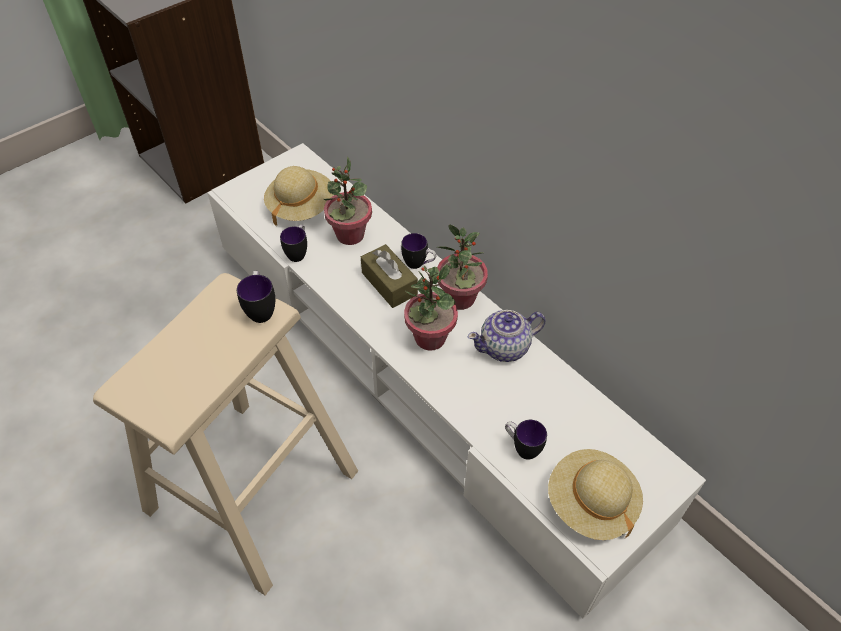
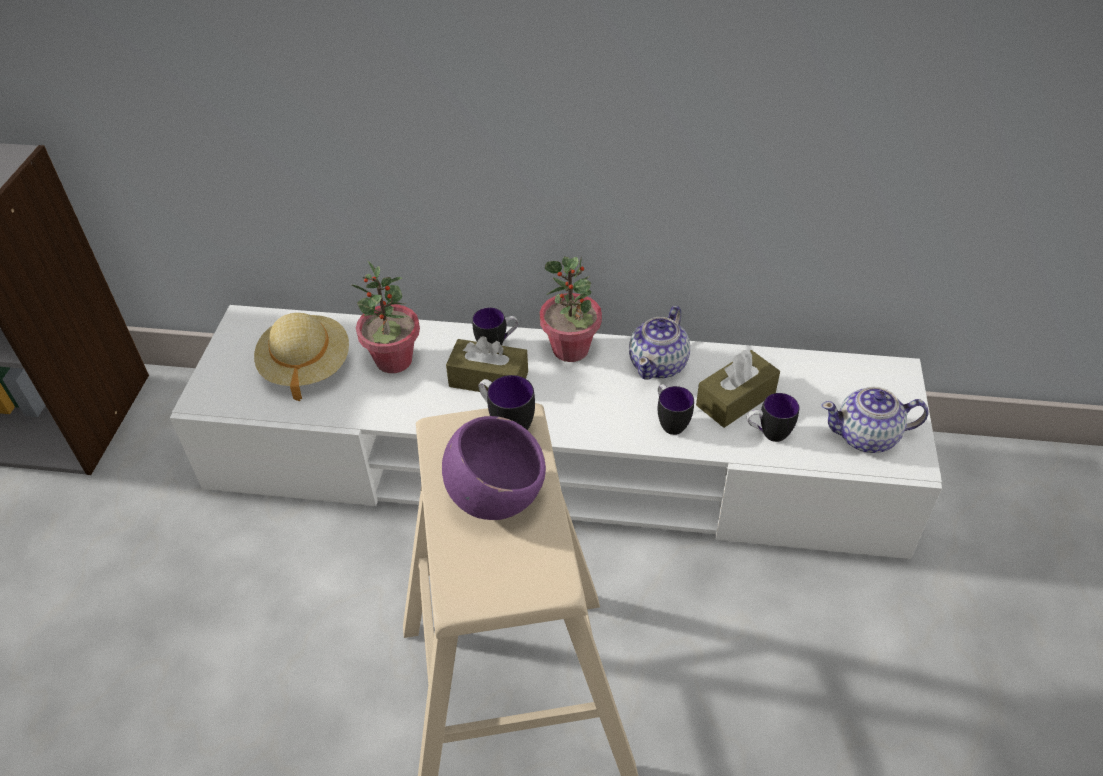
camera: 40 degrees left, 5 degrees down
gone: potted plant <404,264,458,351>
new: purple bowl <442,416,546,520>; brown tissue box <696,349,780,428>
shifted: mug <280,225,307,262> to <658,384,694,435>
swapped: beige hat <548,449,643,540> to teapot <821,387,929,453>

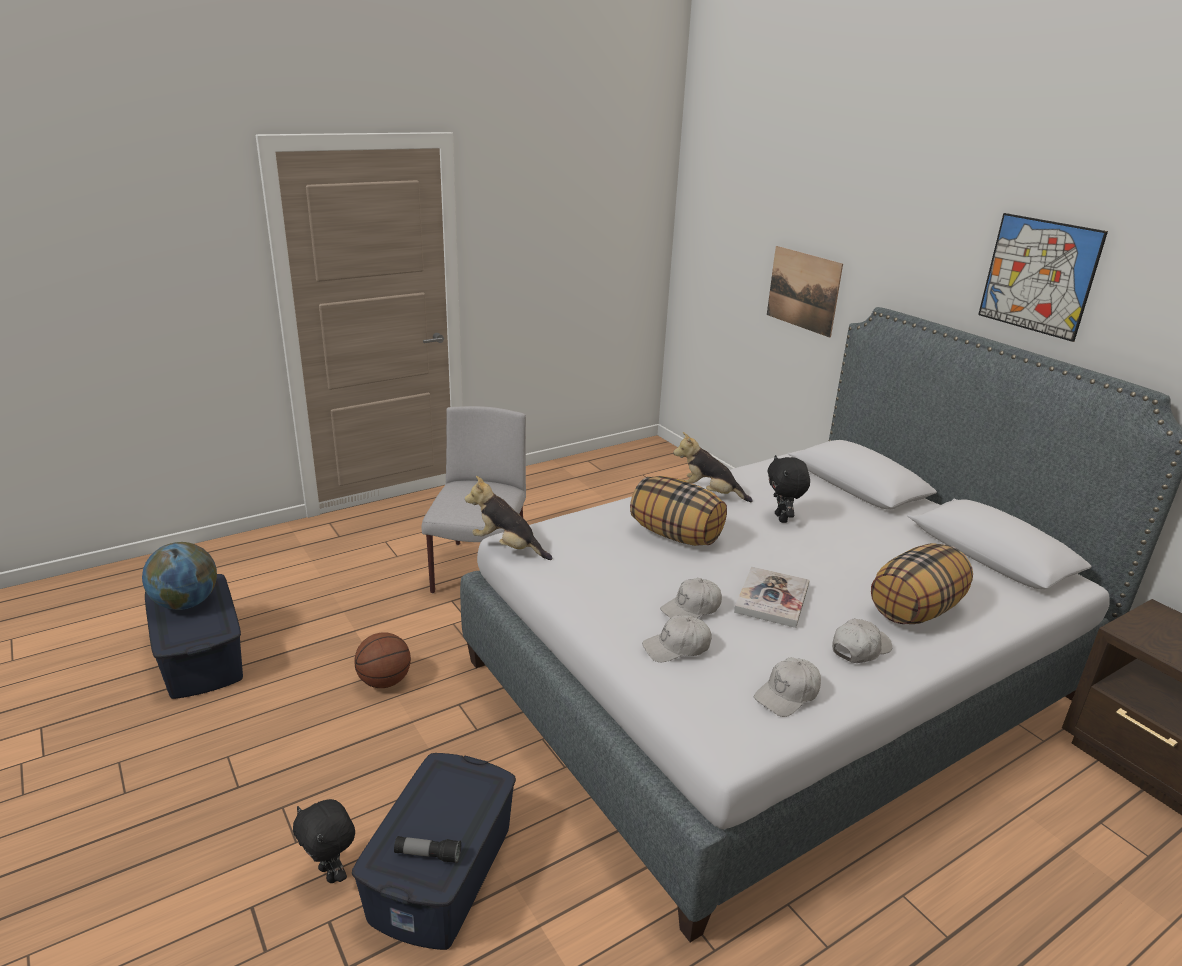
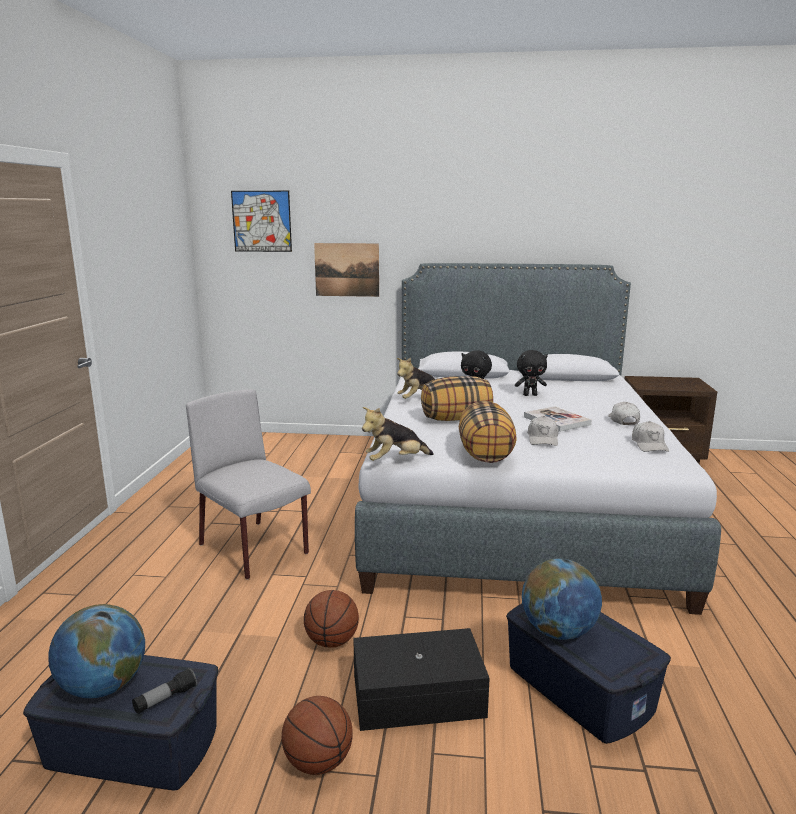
camera: 50 degrees left, 10 degrees down
gone: white cap <642,615,712,662>
new: basketball <282,696,353,775>; black storage box <353,628,490,731>; globe <522,559,602,640>
shifted: black plush toy <293,799,355,883> to <515,350,548,396>; flashlight <394,836,461,863> to <132,668,197,714>; pillow <871,543,973,624> to <459,401,517,463>; picture <978,213,1108,342> to <231,191,292,252>

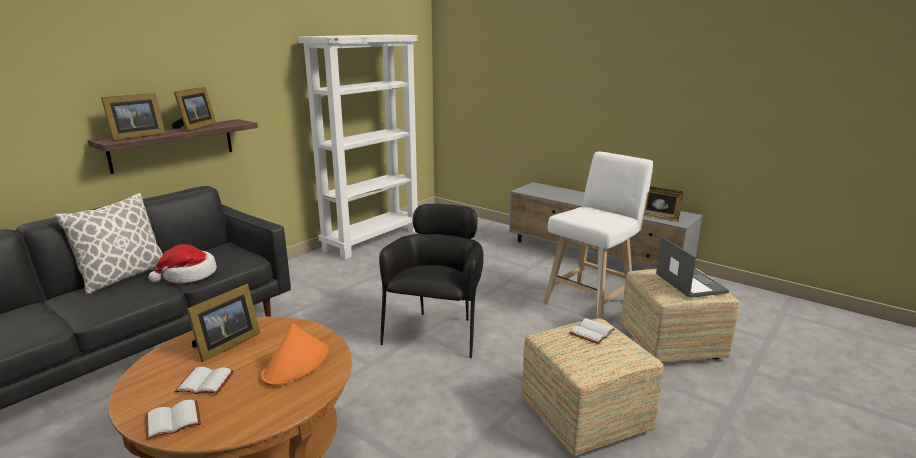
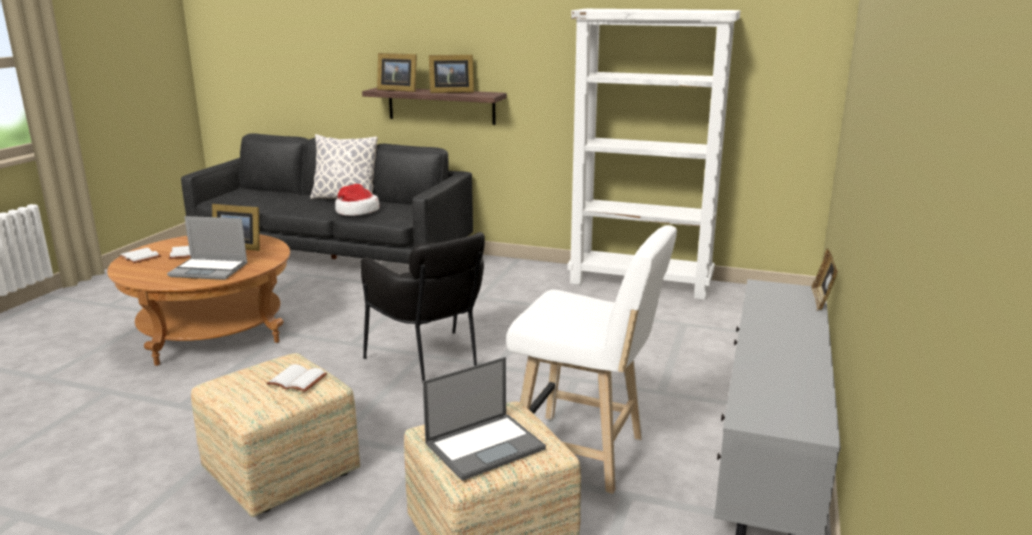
camera: 70 degrees right, 0 degrees up
shifted: picture frame <644,187,684,222> to <811,249,837,311>
swapped: orange hat <261,323,329,386> to laptop <167,216,248,280>
rotated: black armchair <379,204,484,358> = <360,232,485,383> 60 degrees clockwise

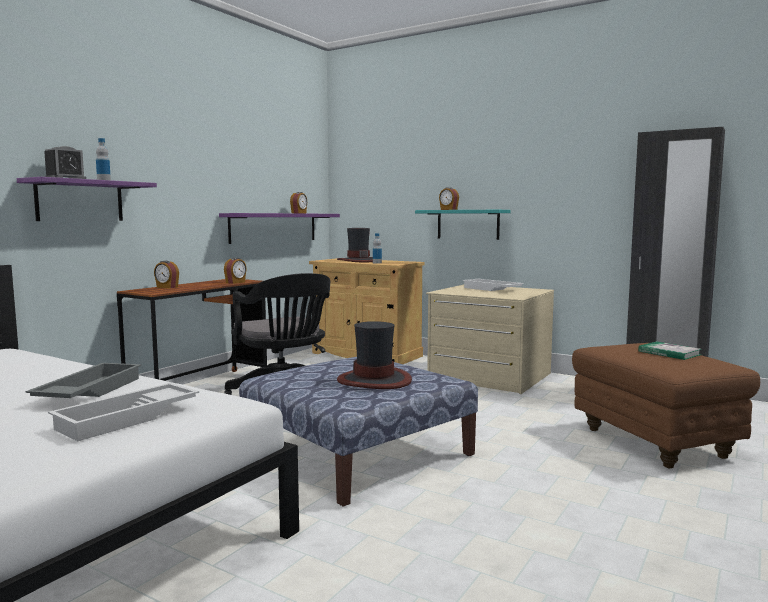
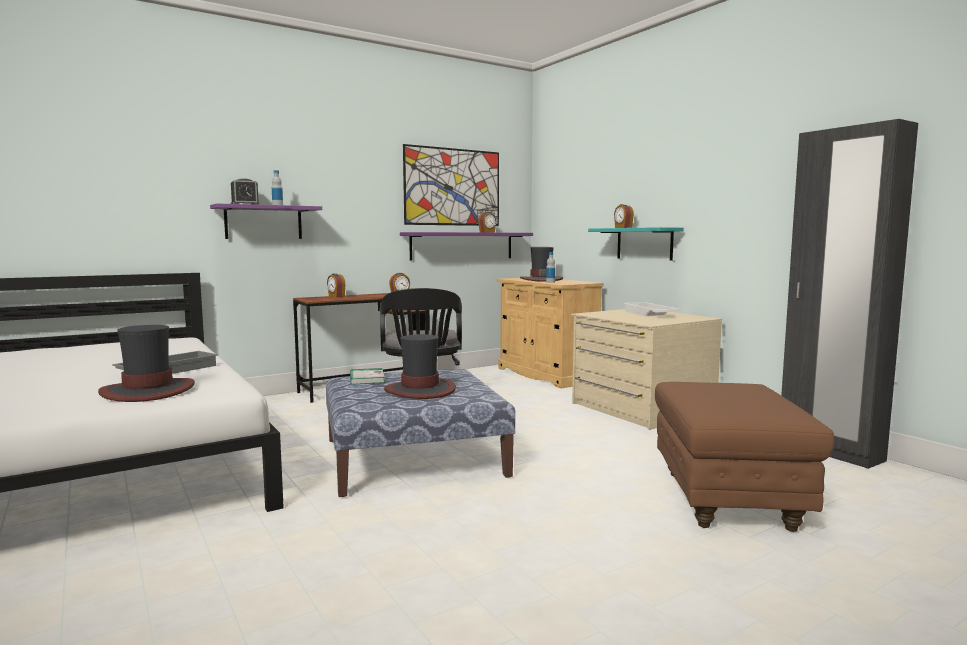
camera: 25 degrees right, 0 degrees up
new: picture <403,144,499,226>
shifted: book <638,341,702,360> to <350,368,385,384>
swapped: white tray <48,383,199,441> to hat <98,325,195,402>

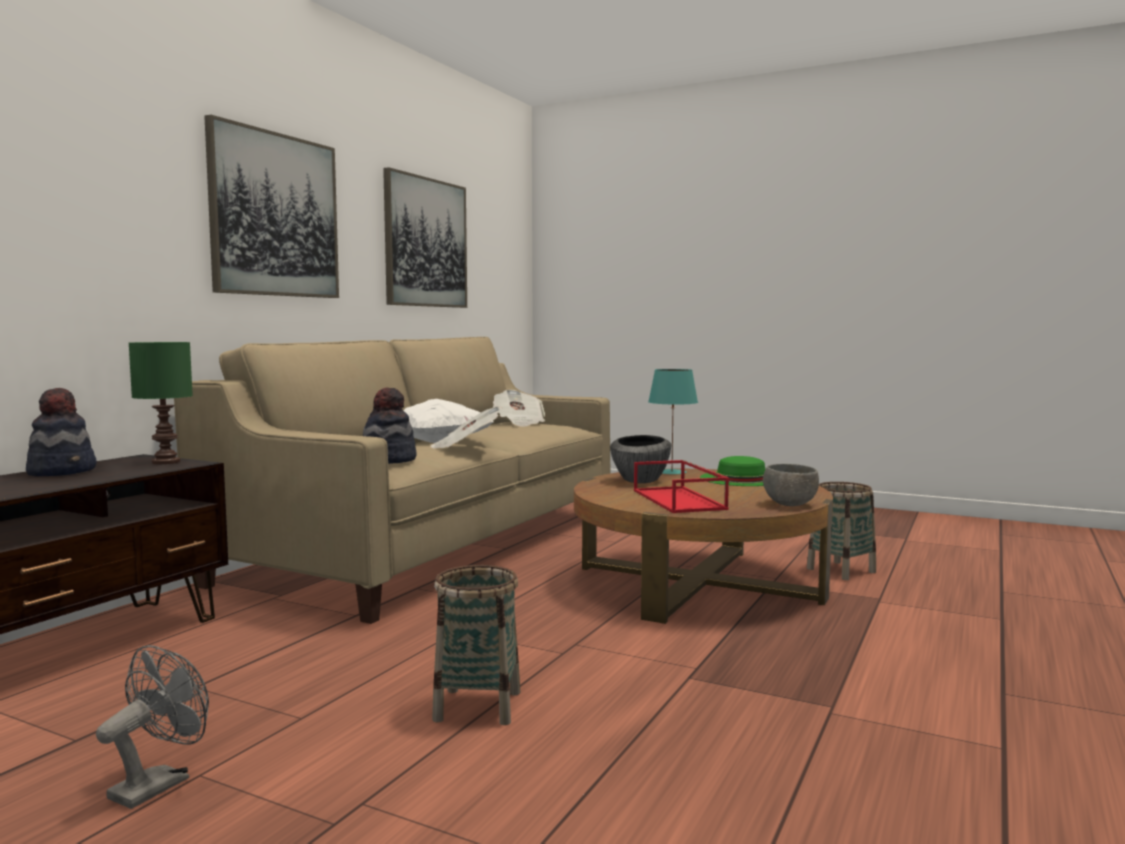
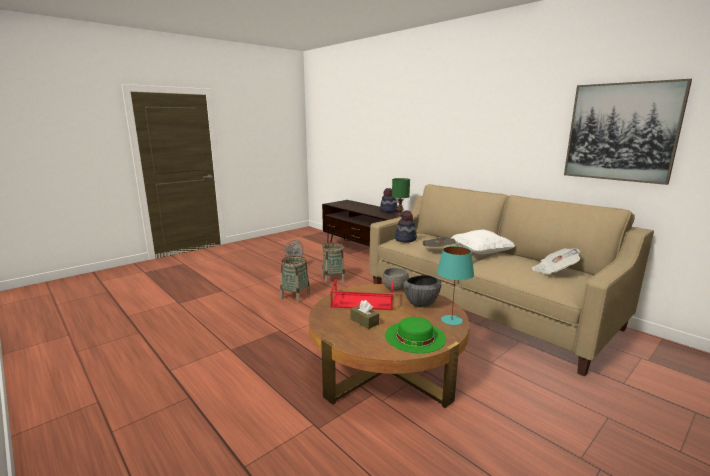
camera: 110 degrees right, 10 degrees up
gone: picture <204,115,339,298>
new: brown tissue box <350,300,379,329>
shifted: grey bowl <763,464,819,506> to <382,268,409,291>; basket <807,482,876,580> to <322,243,345,284>

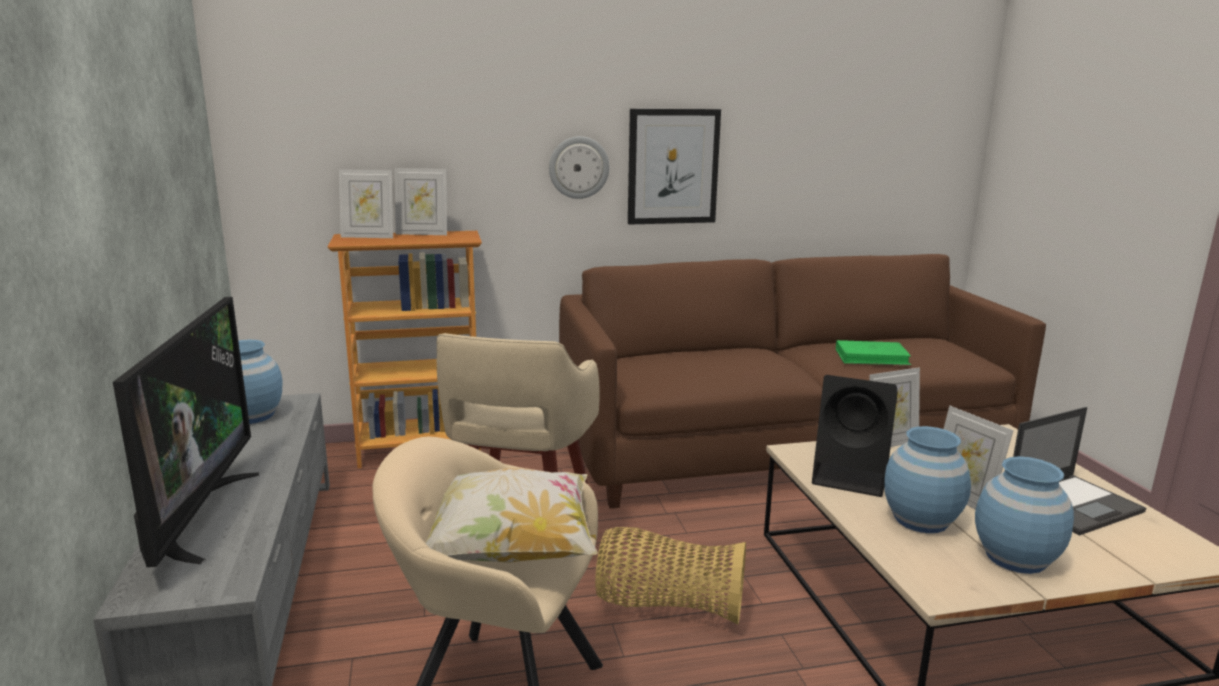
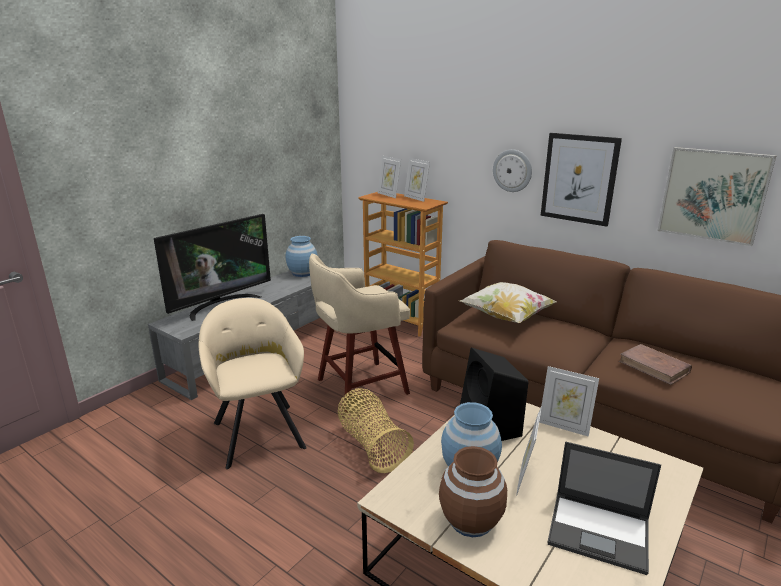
camera: 50 degrees right, 5 degrees up
new: picture <657,147,777,246>
shifted: pillow <425,469,598,563> to <460,282,557,323>
repainted: green book <836,340,911,366> to brown book <619,344,692,385>; blue vase <975,456,1074,574> to brown vase <439,446,507,537>

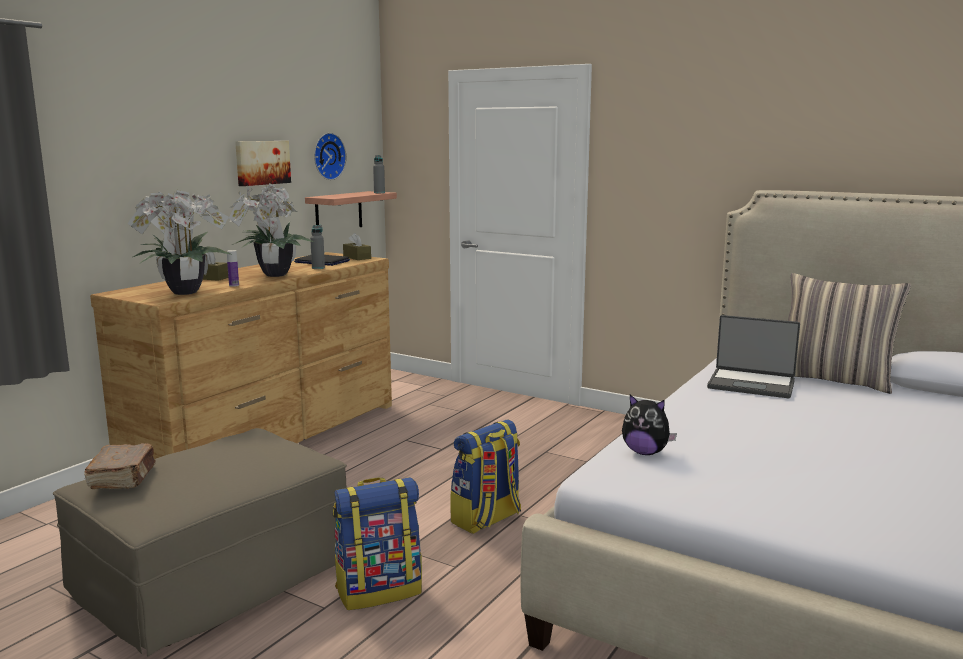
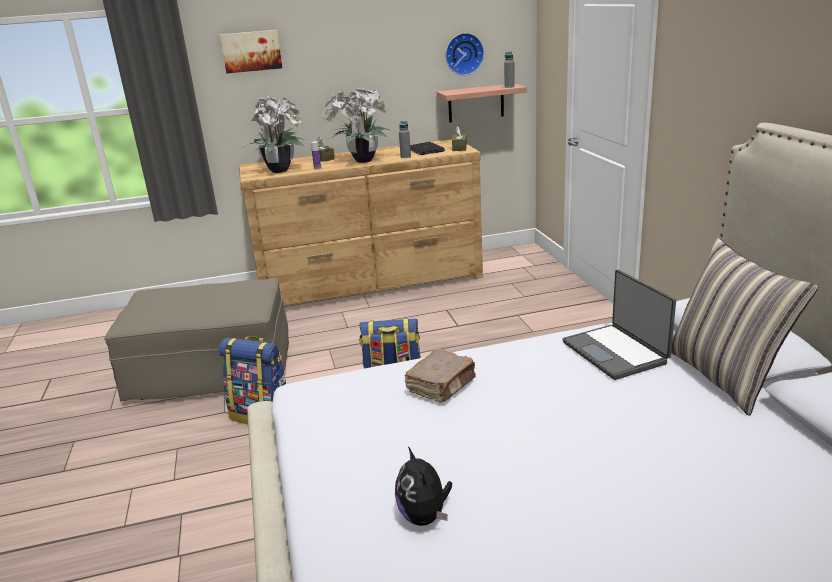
camera: 45 degrees right, 10 degrees up
shifted: brown book <84,443,155,489> to <405,349,476,402>; picture <235,141,291,186> to <220,30,282,73>; plush toy <622,394,677,455> to <395,447,452,526>

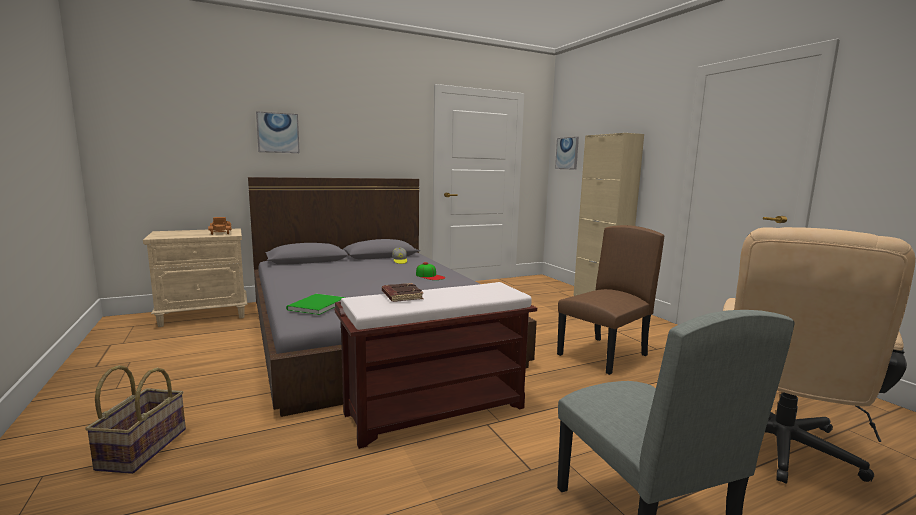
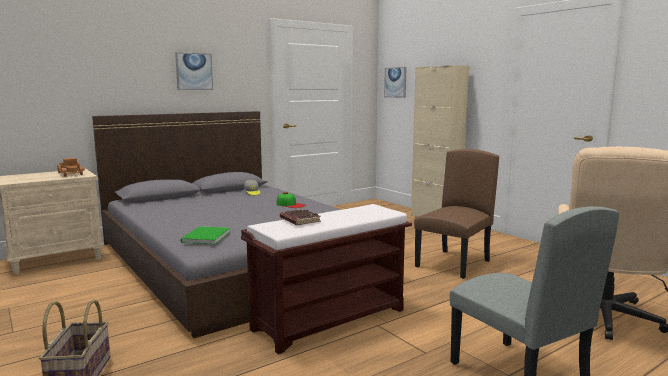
camera: 10 degrees left, 0 degrees up
shifted: picture <256,111,300,153> to <175,52,213,90>

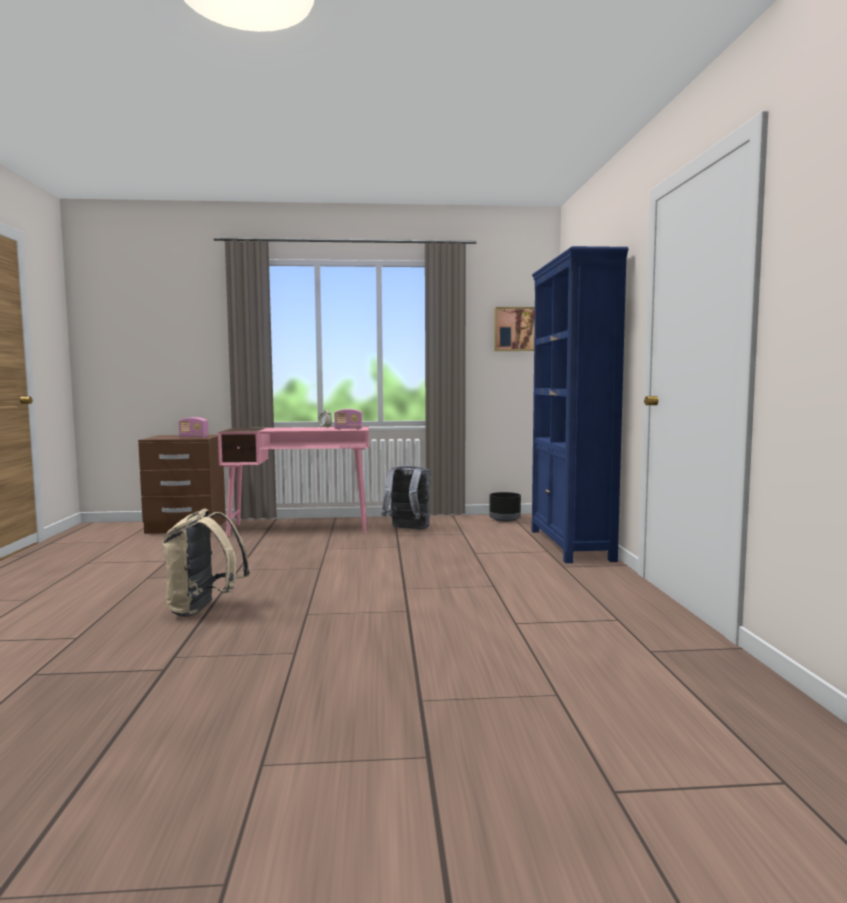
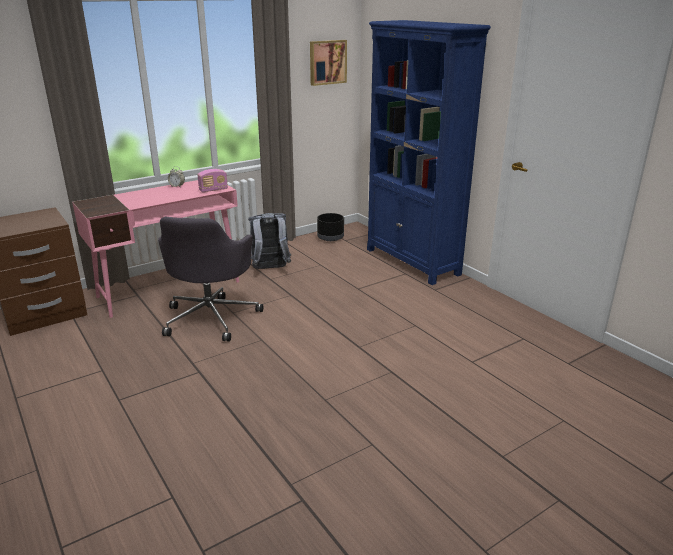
camera: 30 degrees left, 20 degrees up
gone: beige backpack <162,508,250,617>; radio <178,417,209,438>
new: grey office chair <158,217,263,342>

